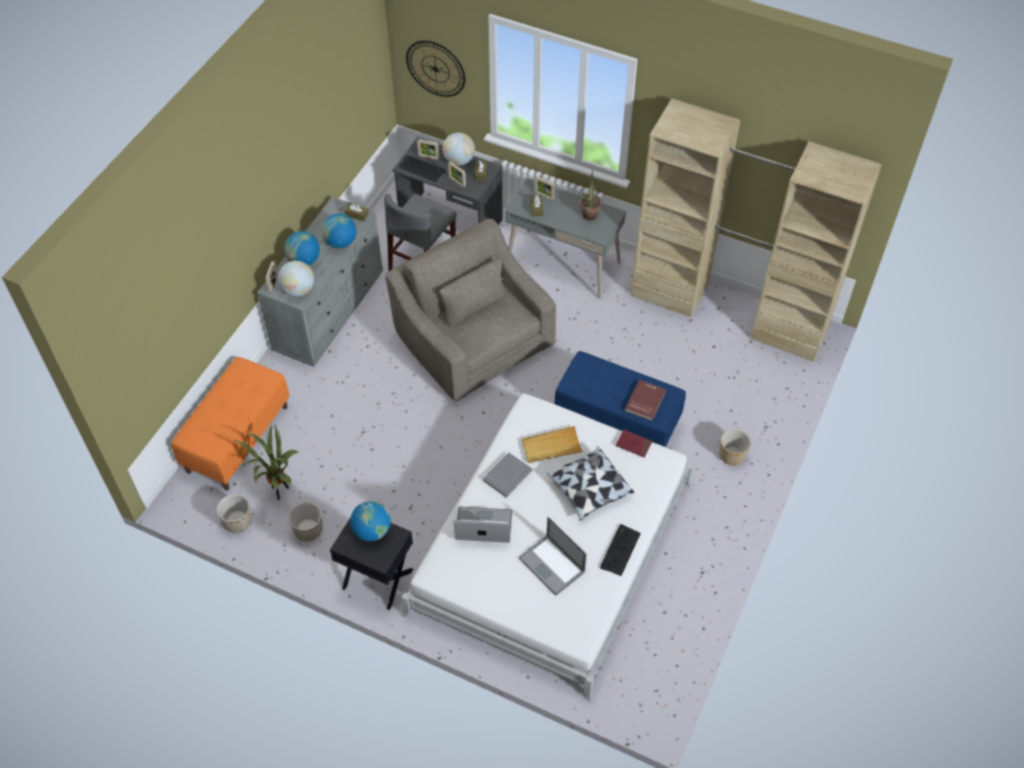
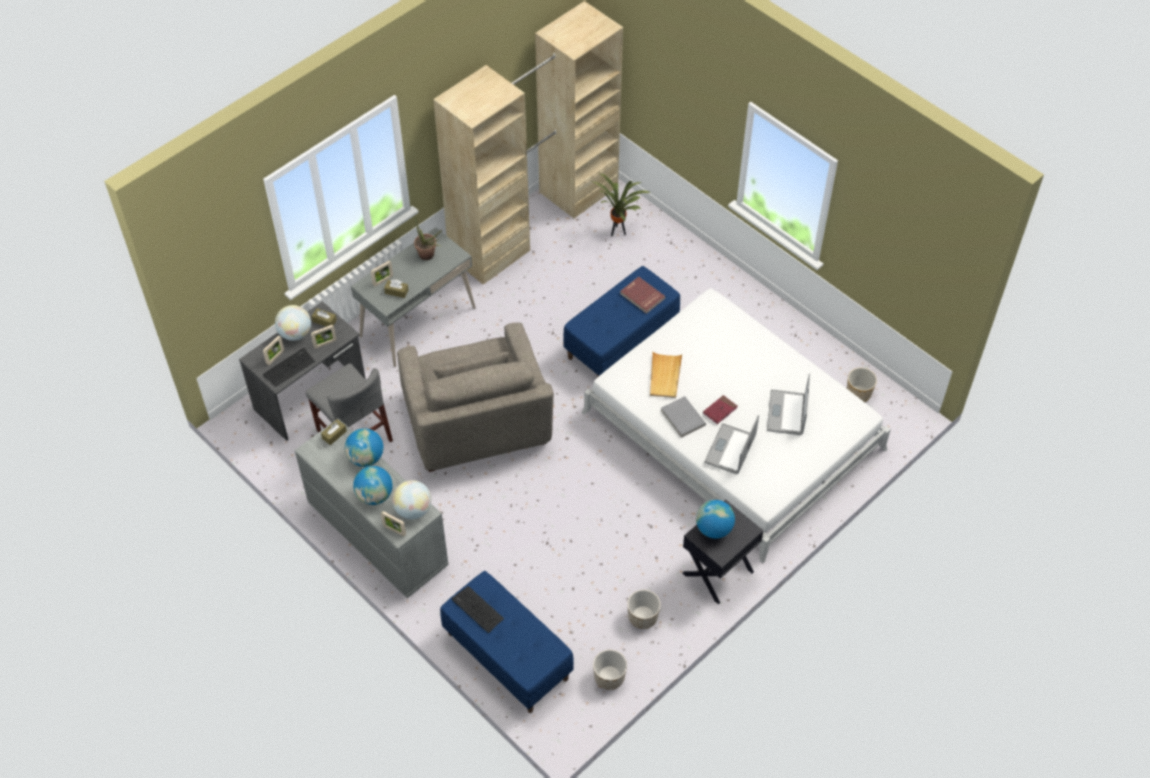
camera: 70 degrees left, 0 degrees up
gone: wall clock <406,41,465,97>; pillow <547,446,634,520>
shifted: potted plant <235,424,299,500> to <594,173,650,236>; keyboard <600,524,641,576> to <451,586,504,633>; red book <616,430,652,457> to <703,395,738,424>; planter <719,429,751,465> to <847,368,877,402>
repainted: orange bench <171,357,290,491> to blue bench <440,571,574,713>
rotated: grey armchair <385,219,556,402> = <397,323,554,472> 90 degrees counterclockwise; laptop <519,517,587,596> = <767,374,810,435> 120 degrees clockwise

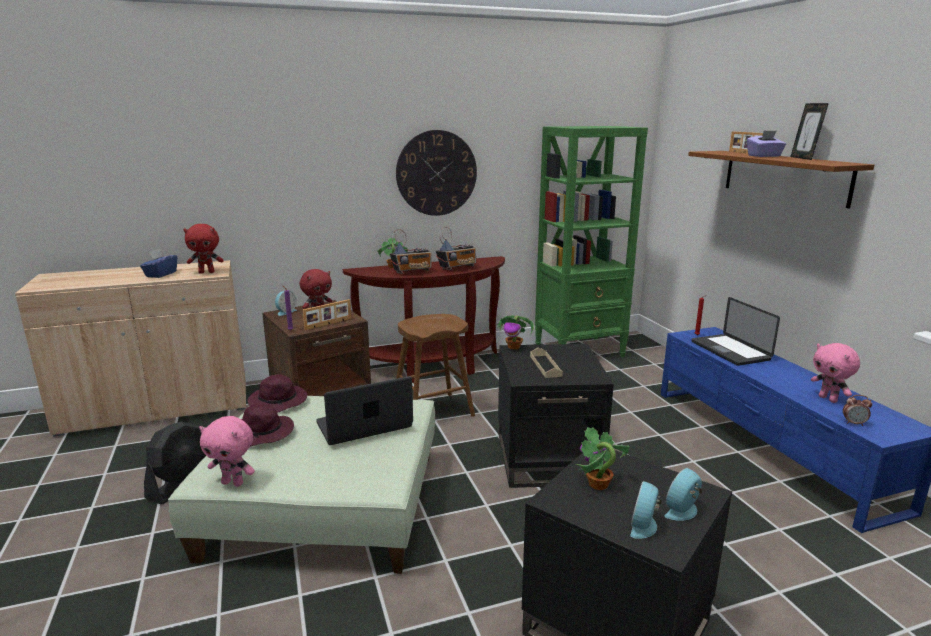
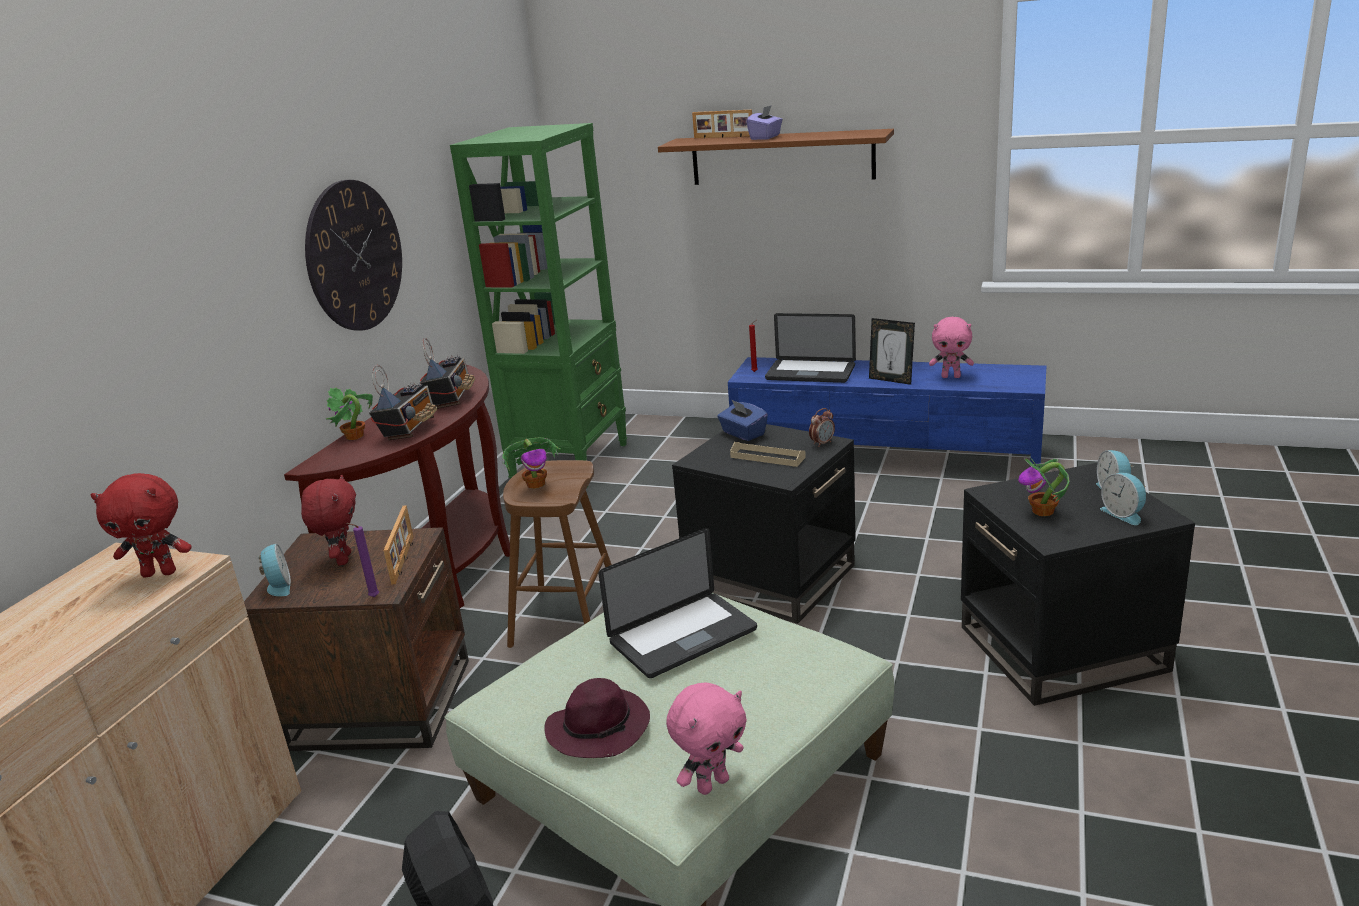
camera: 50 degrees left, 5 degrees up
gone: purple hat <248,374,307,413>
shifted: blue tissue box <140,249,177,278> to <718,399,768,441>; potted plant <495,315,534,350> to <502,437,560,489>; picture frame <790,103,829,160> to <869,318,915,385>; alarm clock <843,395,872,426> to <809,408,835,447>
rotated: red plush toy <183,224,224,273> = <90,473,192,578> 60 degrees clockwise; laptop <316,376,413,445> = <599,528,757,678> 135 degrees counterclockwise

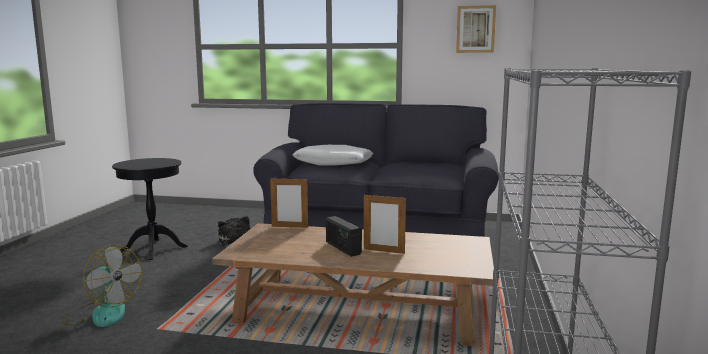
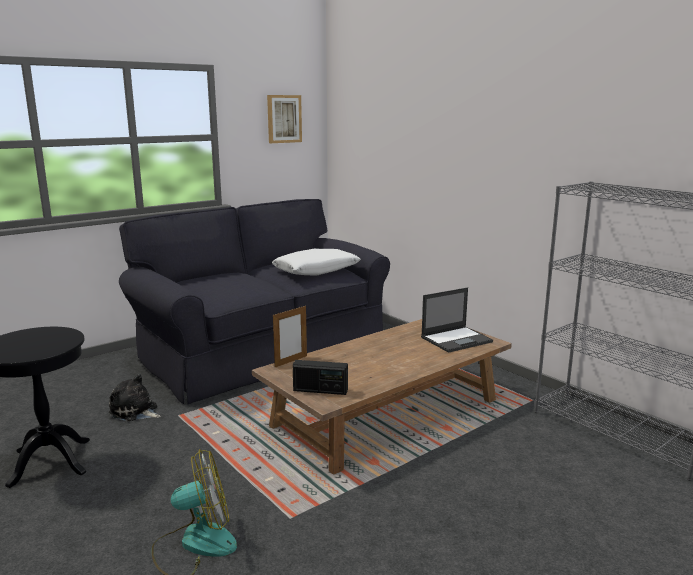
camera: 50 degrees left, 5 degrees up
gone: picture frame <364,193,406,254>
new: laptop <421,287,493,353>
shifted: white pillow <293,145,373,165> to <272,249,361,276>; radio <326,216,362,257> to <293,360,348,395>

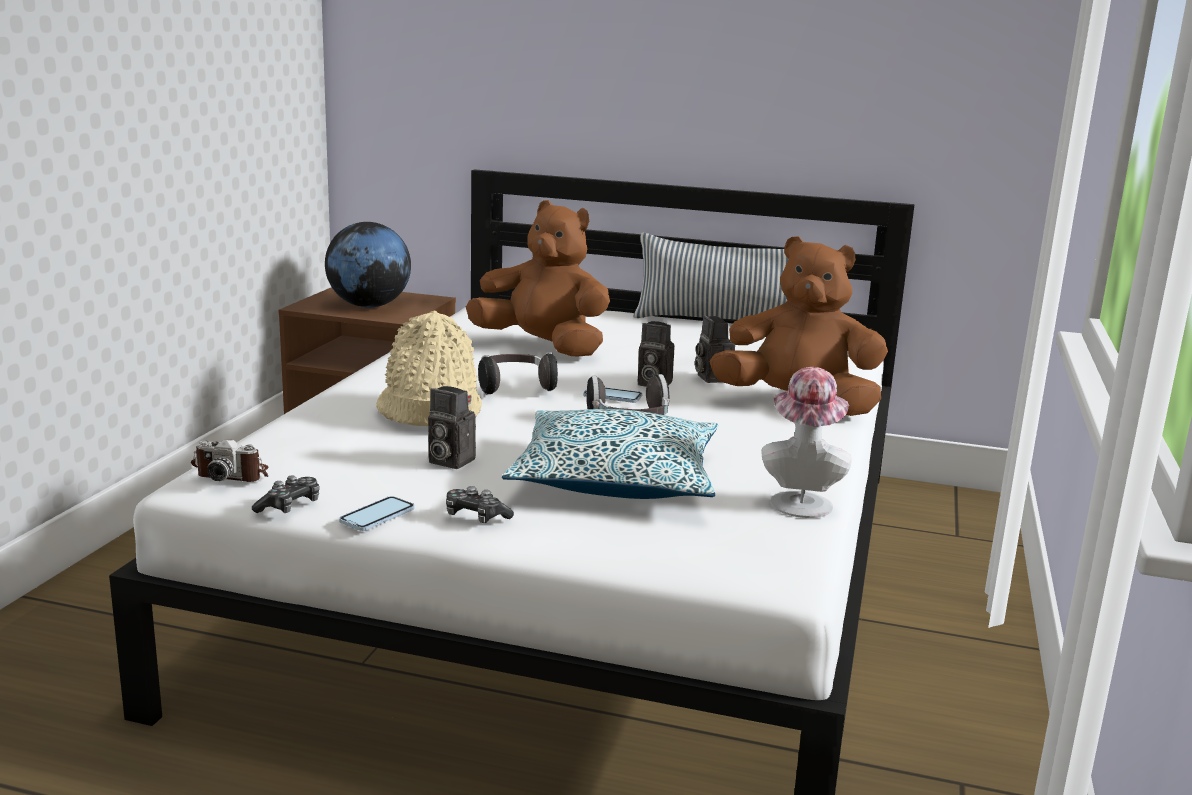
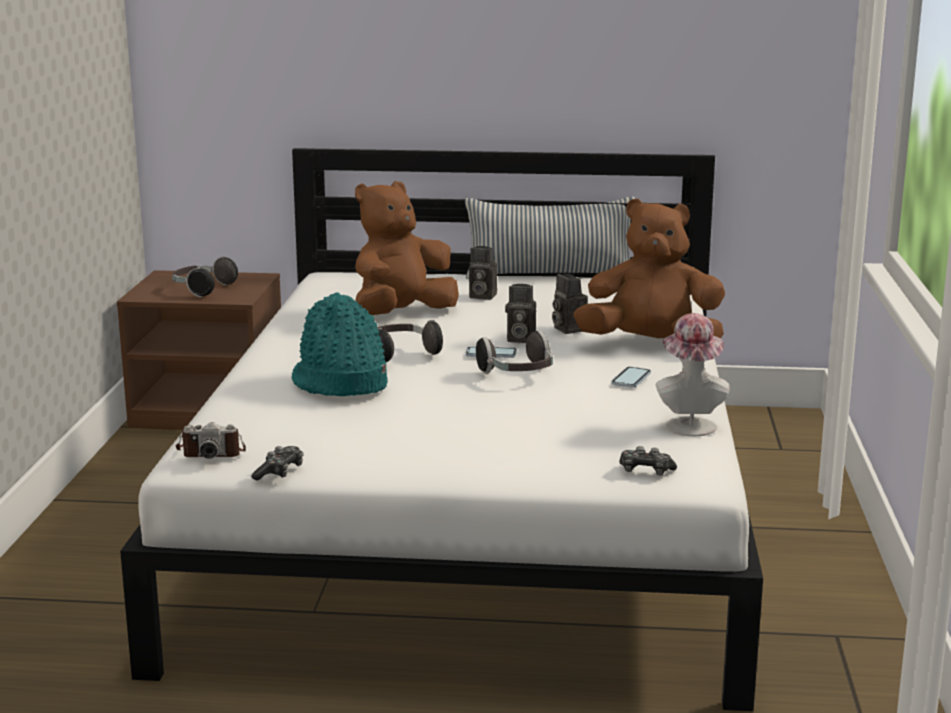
camera: 10 degrees left, 0 degrees up
gone: pillow <502,409,718,499>
shifted: phone <339,496,415,531> to <611,367,651,388>; photo camera <428,386,476,469> to <469,246,497,300>; game controller <446,486,514,523> to <619,446,677,475>
swapped: globe <325,222,411,308> to headphones <172,256,238,297>
repainted: beige hat <376,311,482,426> to turquoise hat <292,292,388,396>
rotated: brown plush toy <466,200,610,357> = <355,181,459,315> 60 degrees counterclockwise

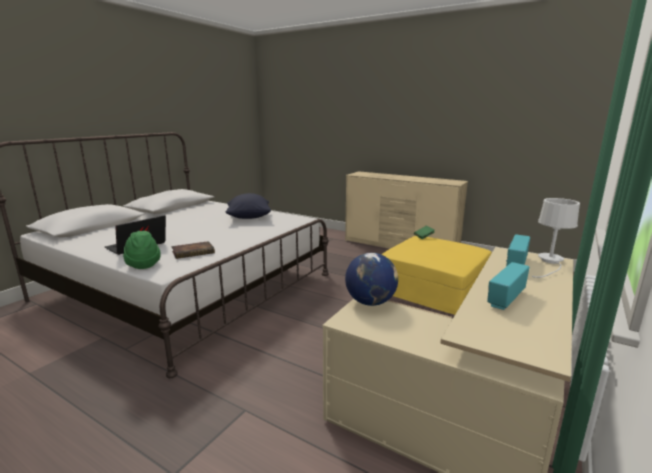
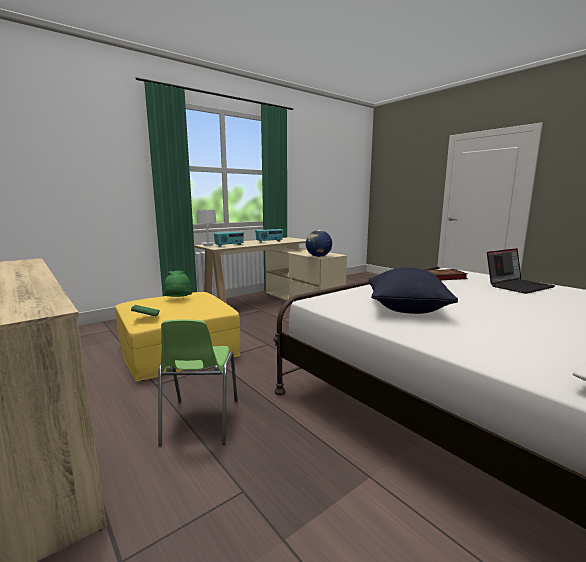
camera: 160 degrees left, 5 degrees down
new: green chair <158,319,238,446>
shifted: green hat <123,231,161,269> to <164,271,192,297>

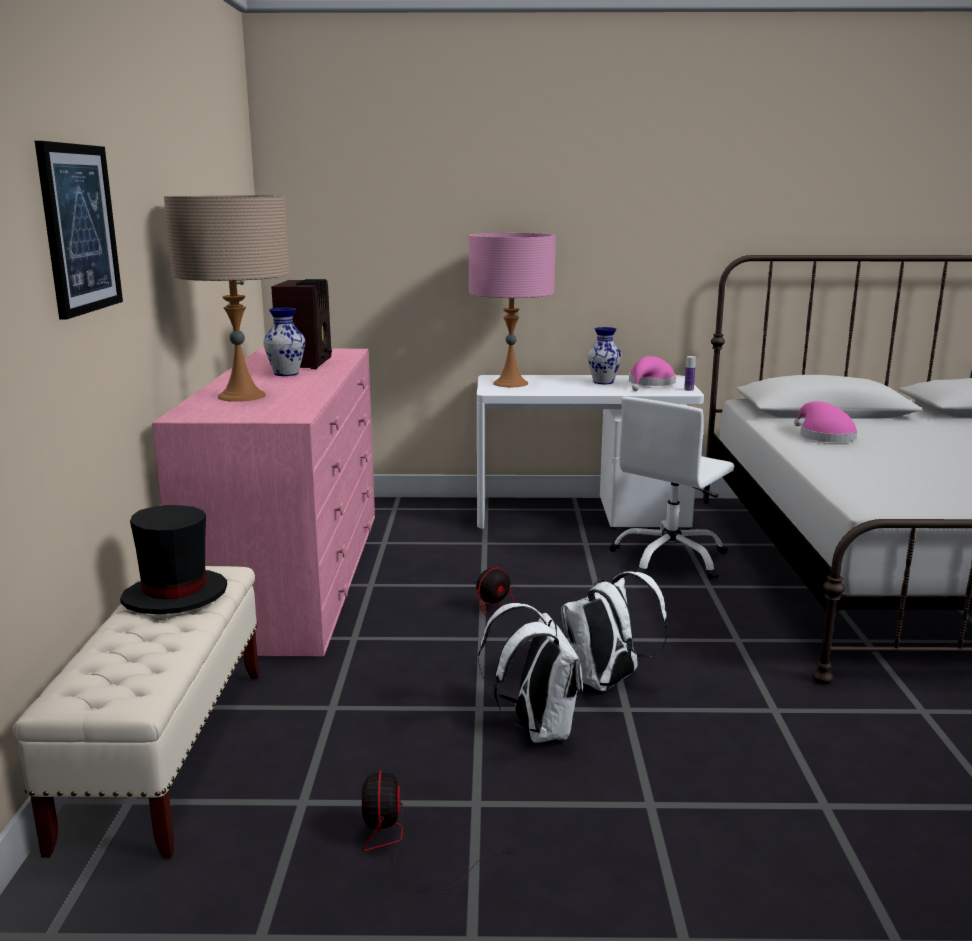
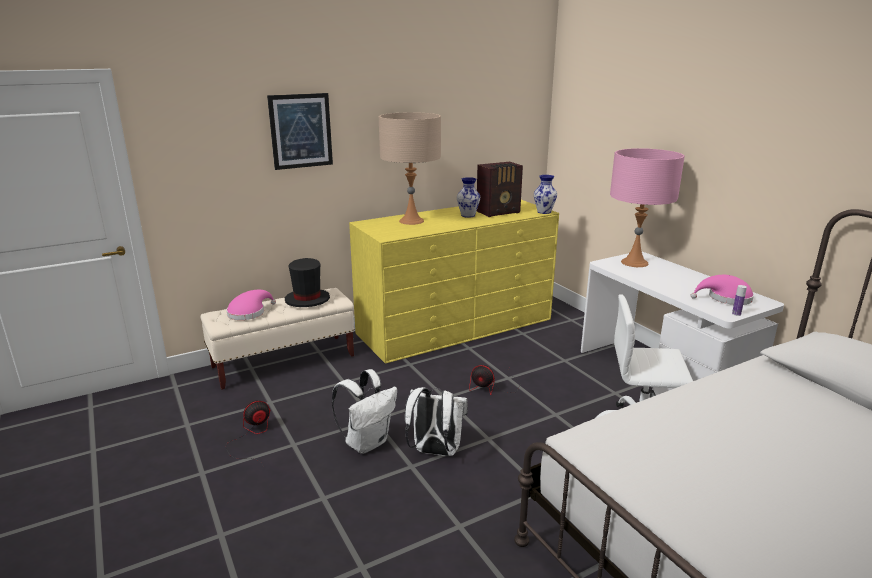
camera: 60 degrees right, 5 degrees up
shifted: vase <587,327,622,384> to <534,175,557,214>; pink hat <794,401,857,442> to <226,290,276,320>
repainted: pink dresser <152,348,375,656> to yellow dresser <349,200,559,364>

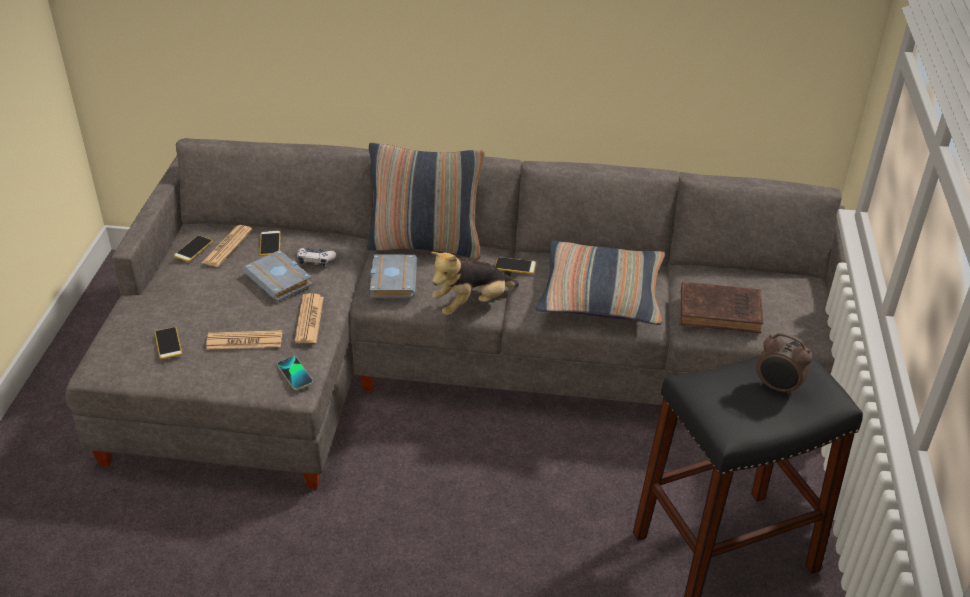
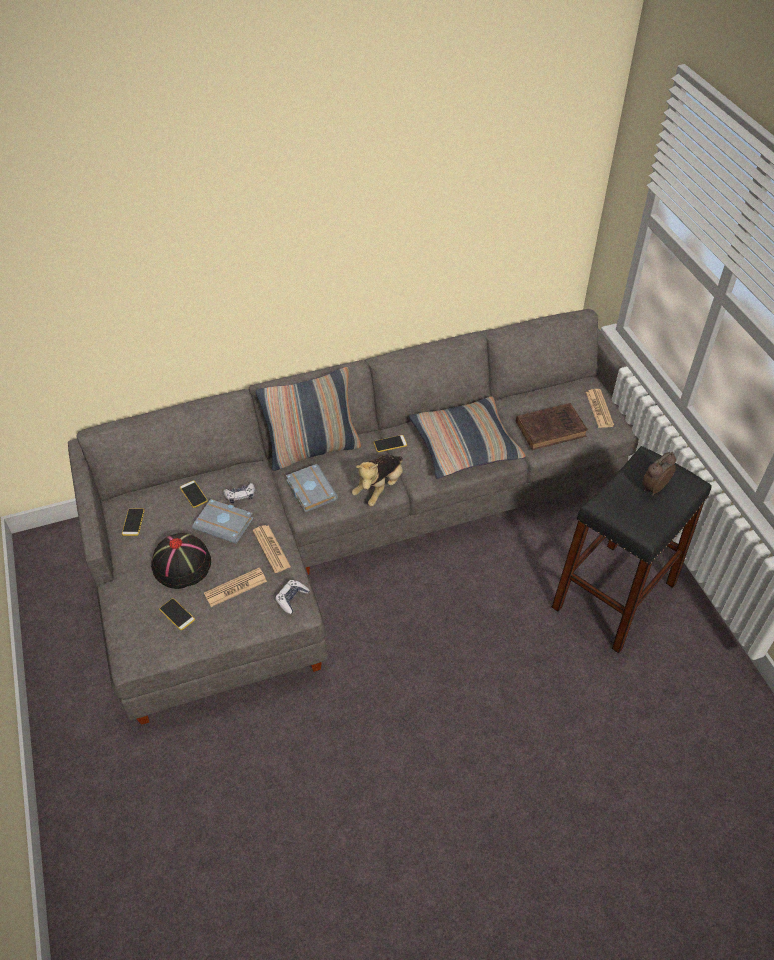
camera: 25 degrees left, 10 degrees up
new: black hat <151,533,211,589>
shifted: newspaper <202,225,252,267> to <586,389,614,428>
swapped: phone <277,356,313,390> to game controller <275,580,310,614>
rotated: alarm clock <756,333,813,397> = <642,452,676,496> 135 degrees clockwise

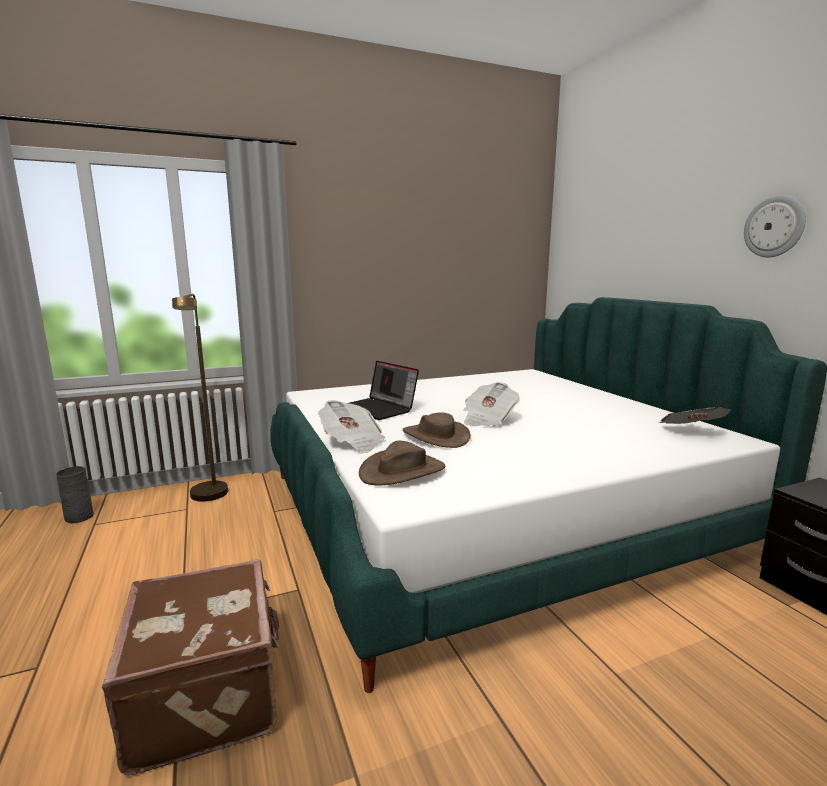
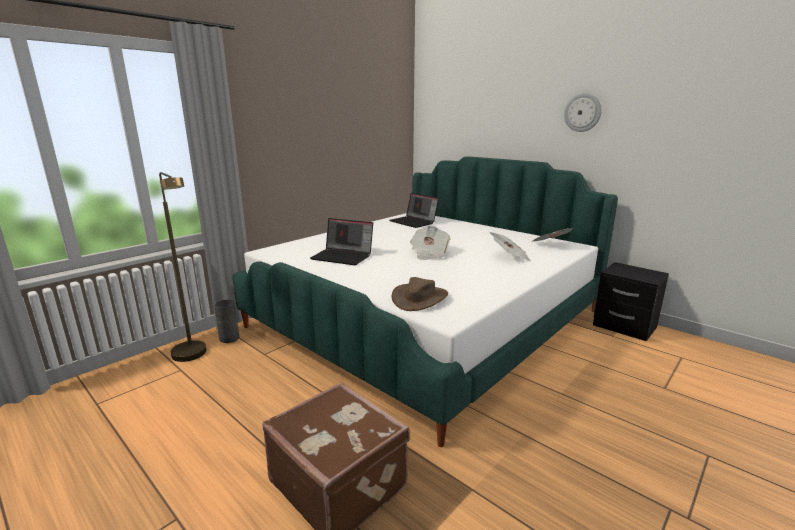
camera: 25 degrees left, 5 degrees up
gone: brown hat <402,413,471,448>
new: laptop <389,193,439,228>
shifted: grey vase <56,466,94,523> to <214,300,239,343>; newspaper <318,400,385,453> to <490,232,531,261>

